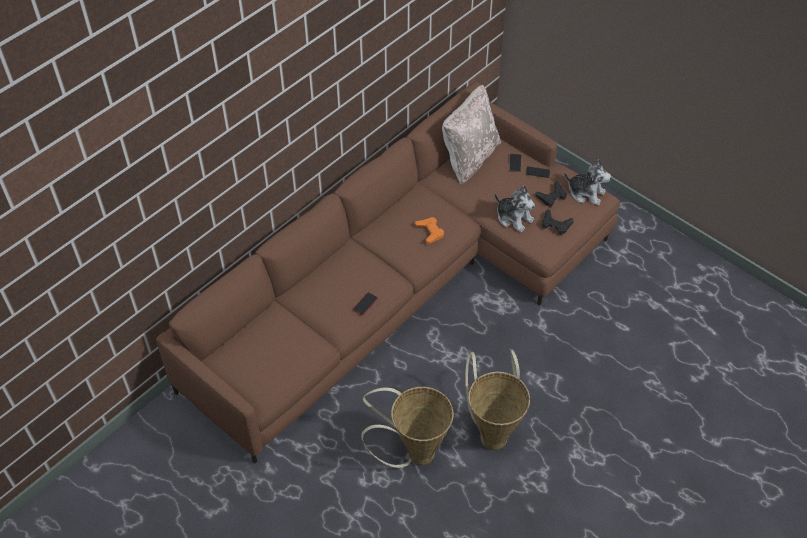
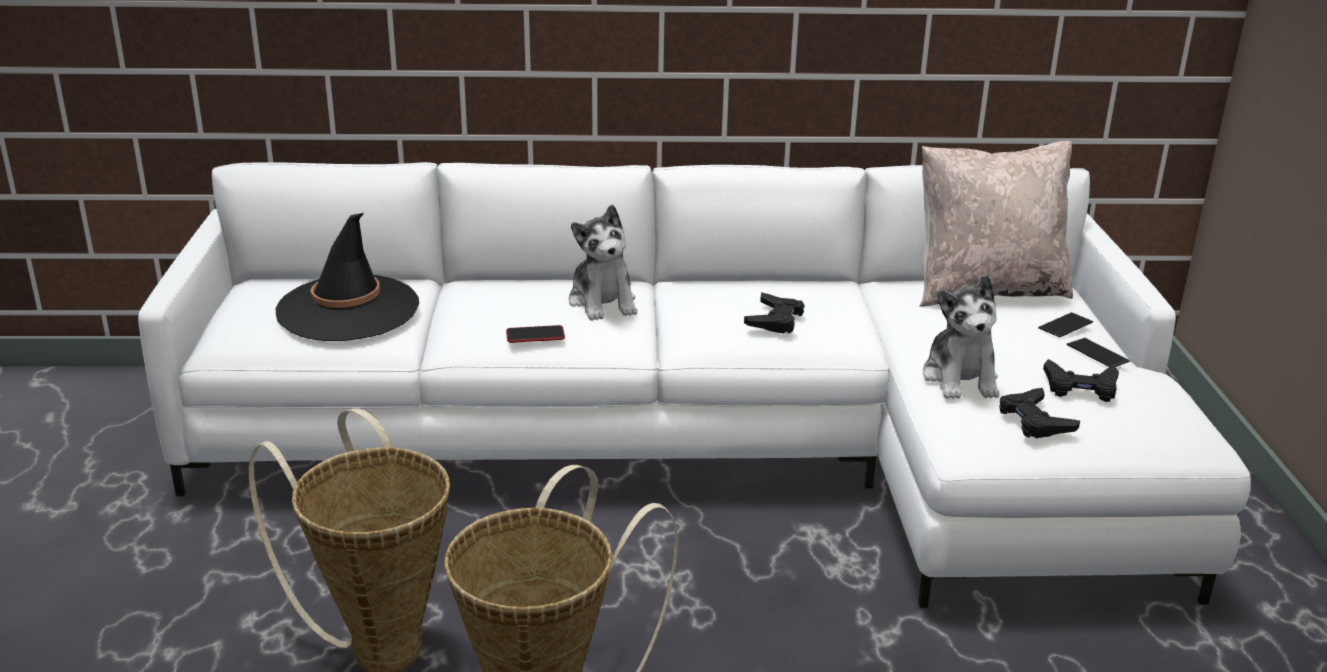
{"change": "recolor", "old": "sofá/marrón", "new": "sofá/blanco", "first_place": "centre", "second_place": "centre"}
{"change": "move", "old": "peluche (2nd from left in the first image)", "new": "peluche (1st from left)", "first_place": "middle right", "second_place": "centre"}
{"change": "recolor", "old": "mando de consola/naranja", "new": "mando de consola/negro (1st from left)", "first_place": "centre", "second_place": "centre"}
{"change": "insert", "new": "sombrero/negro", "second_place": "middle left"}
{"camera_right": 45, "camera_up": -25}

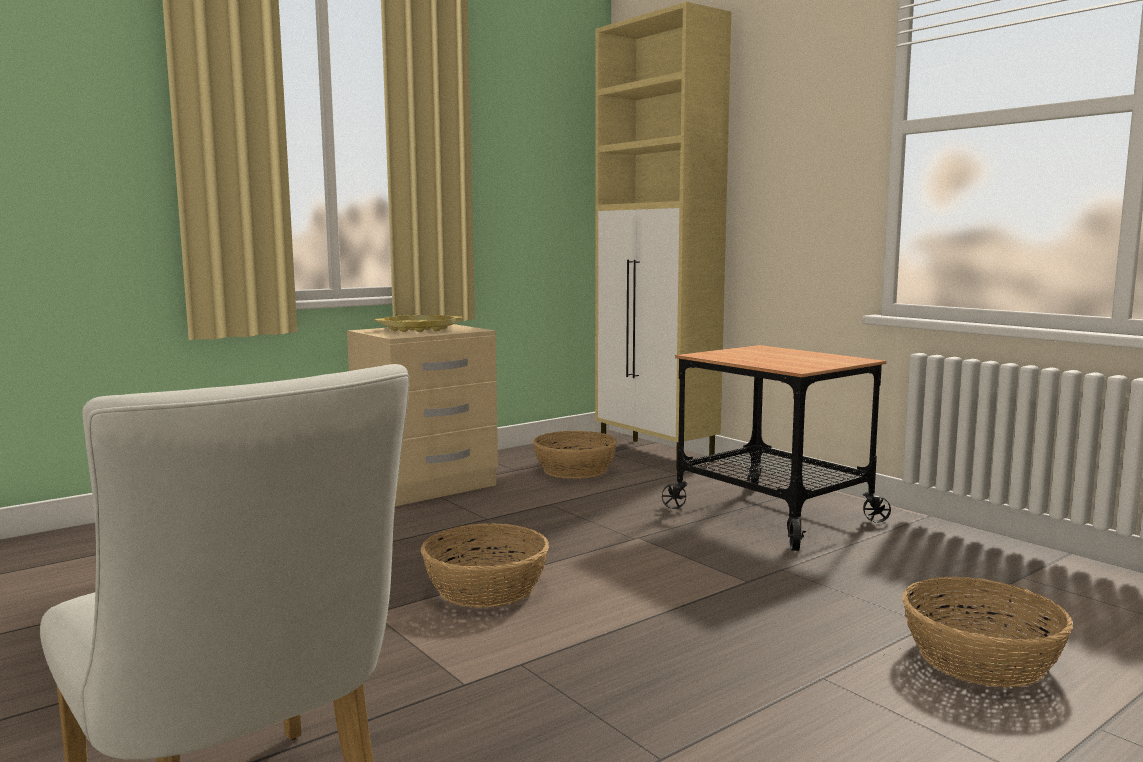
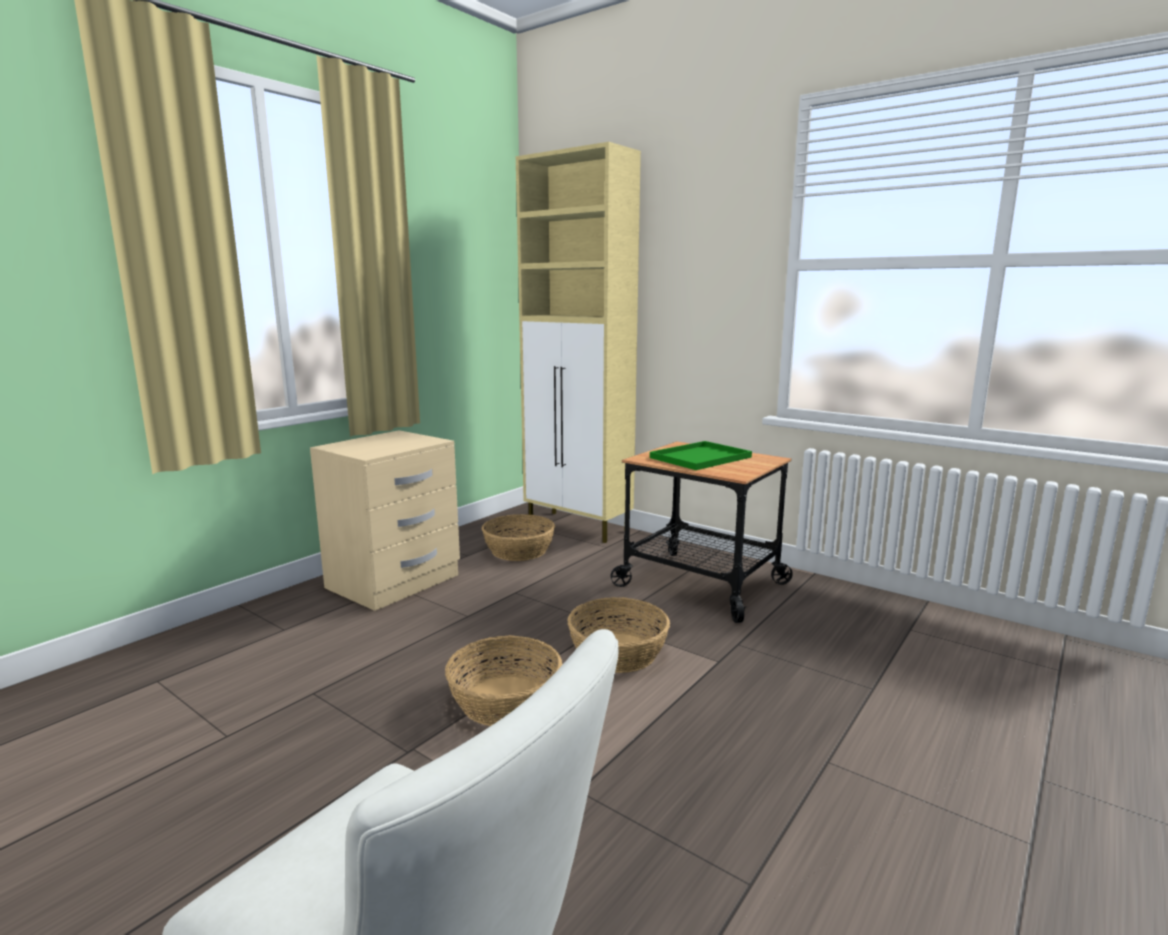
{"change": "delete", "old": "bandeja/amarillo", "first_place": "centre"}
{"change": "move", "old": "cesta (3rd from left)", "first_place": "bottom right", "second_place": "bottom centre"}
{"change": "insert", "new": "bandeja/verde", "second_place": "centre"}
{"camera_right": -15, "camera_up": 5}

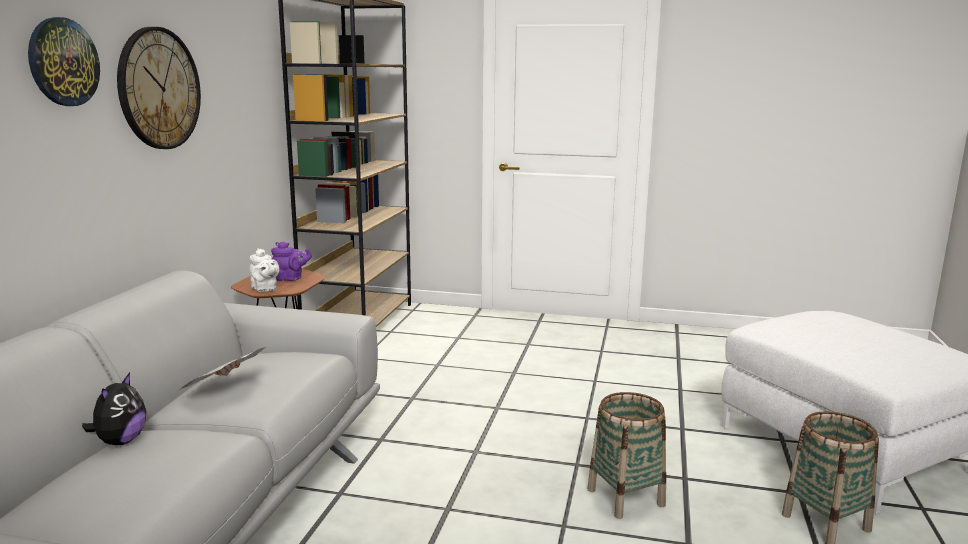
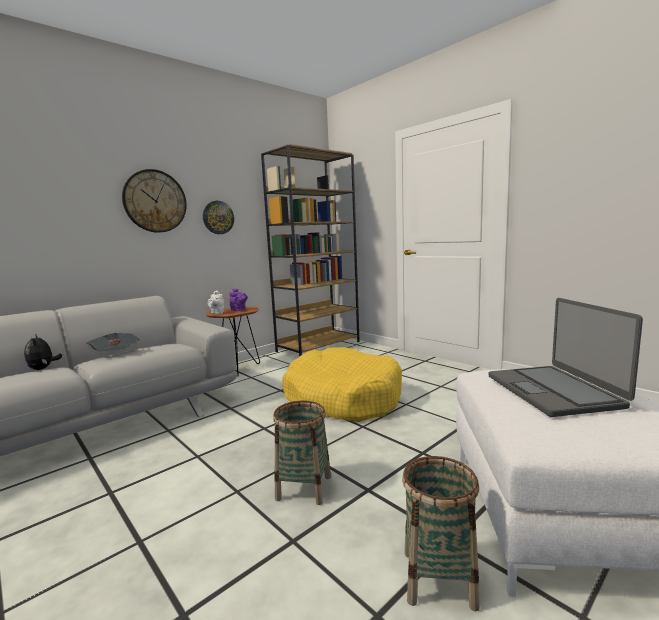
{"change": "move", "old": "reloj de pared (1st from left in the first image)", "new": "reloj de pared (2nd from left)", "first_place": "top left", "second_place": "middle left"}
{"change": "rotate", "old": "peluche", "first_place": "bottom left", "second_place": "middle left", "degrees": 105}
{"change": "insert", "new": "portátil", "second_place": "middle right"}
{"change": "insert", "new": "cama para perro/amarillo", "second_place": "centre"}
{"camera_right": 35, "camera_up": -5}

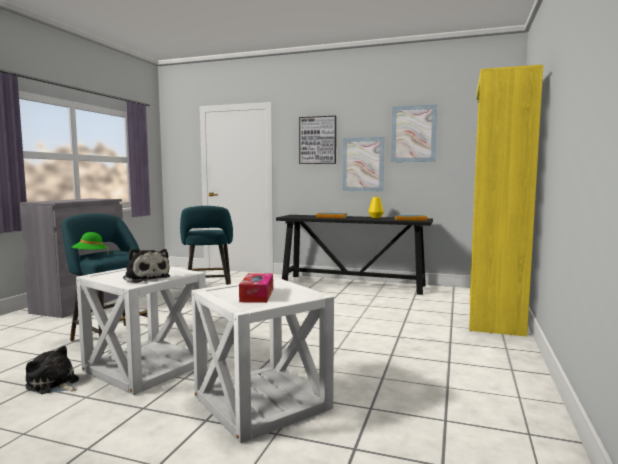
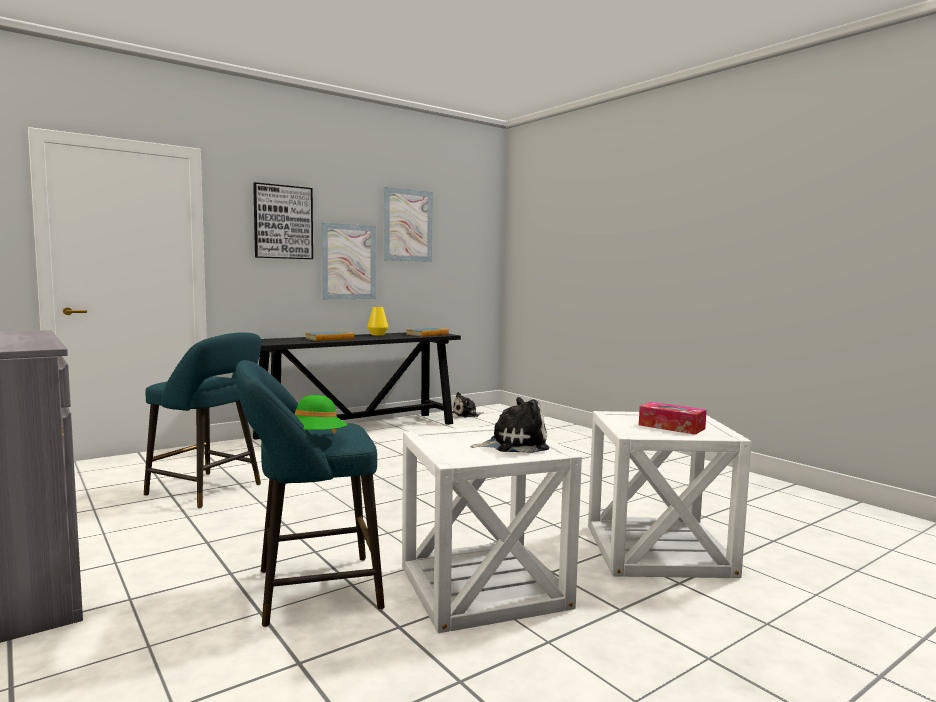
{"change": "delete", "old": "estantería/amarillo", "first_place": "middle right"}
{"change": "move", "old": "peluche (1st from left)", "first_place": "bottom left", "second_place": "centre"}
{"camera_right": -55, "camera_up": 0}

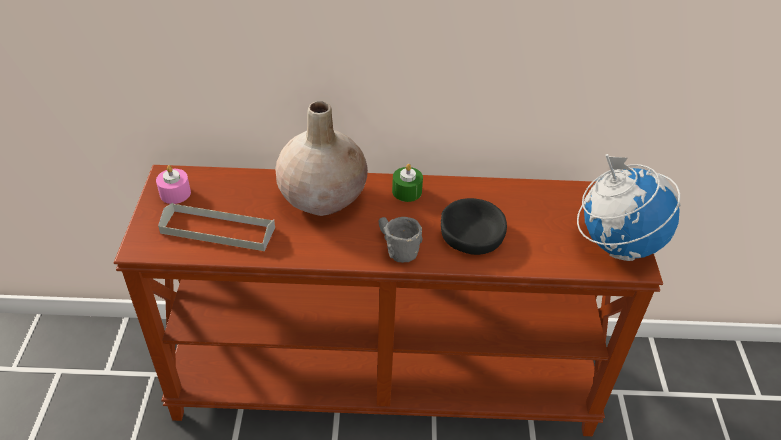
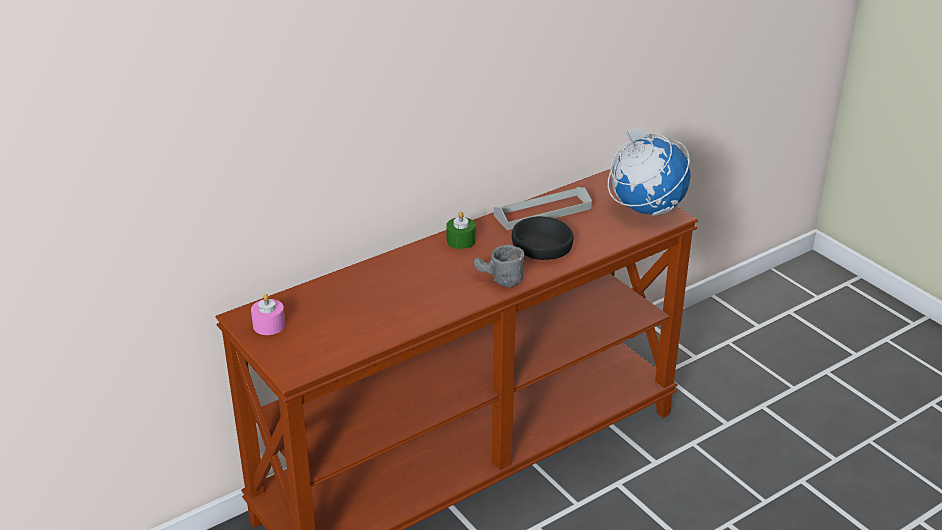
{"change": "delete", "old": "florero/beis", "first_place": "centre"}
{"change": "move", "old": "bandeja/gris", "first_place": "middle left", "second_place": "centre"}
{"camera_right": -35, "camera_up": -10}

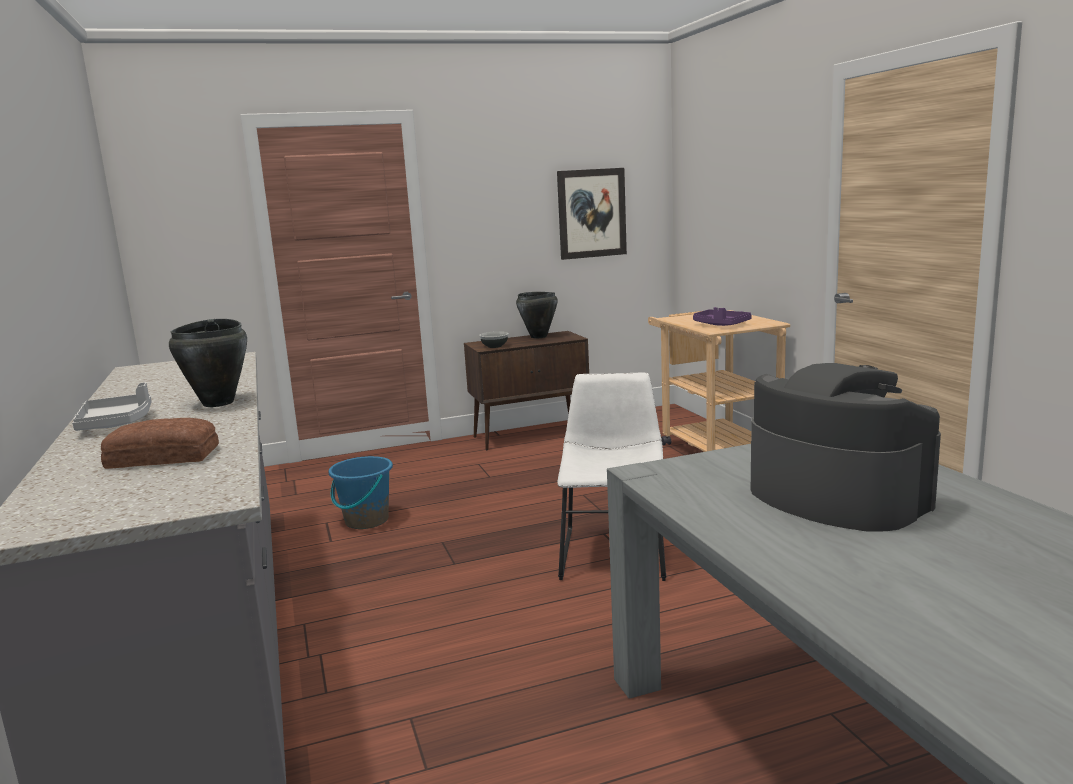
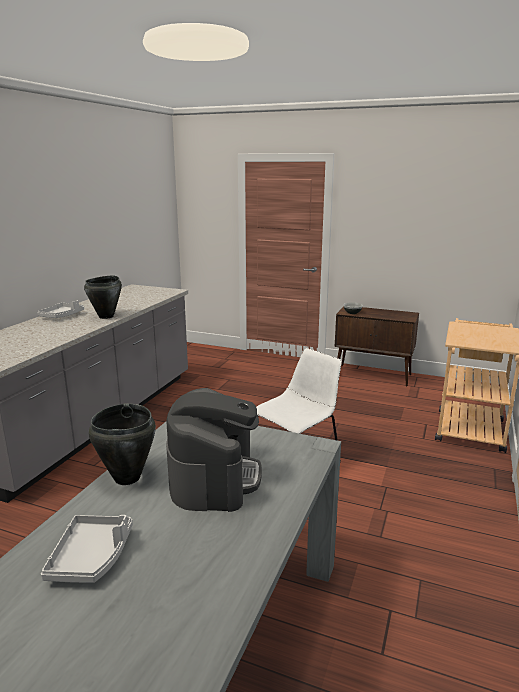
{"change": "delete", "old": "cuadro", "first_place": "top centre"}
{"change": "move", "old": "olla/negro (2nd from left)", "first_place": "centre", "second_place": "middle left"}
{"change": "delete", "old": "bandeja/morado", "first_place": "middle right"}
{"change": "delete", "old": "pan", "first_place": "middle left"}
{"change": "delete", "old": "cubo/azul", "first_place": "centre"}
{"change": "insert", "new": "bandeja/gris (2nd from left)", "second_place": "bottom left"}
{"camera_right": 40, "camera_up": 5}

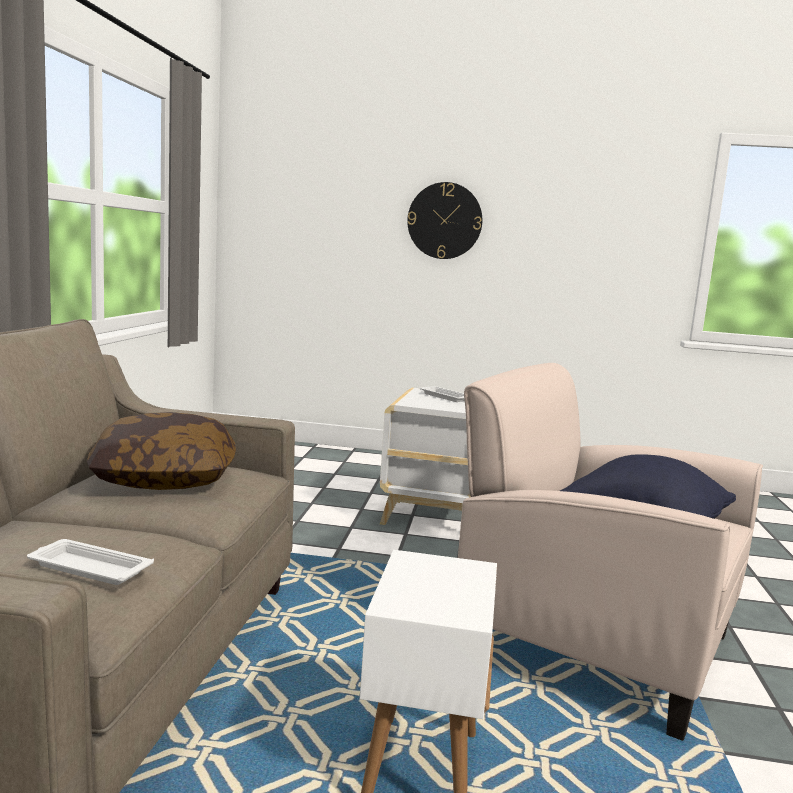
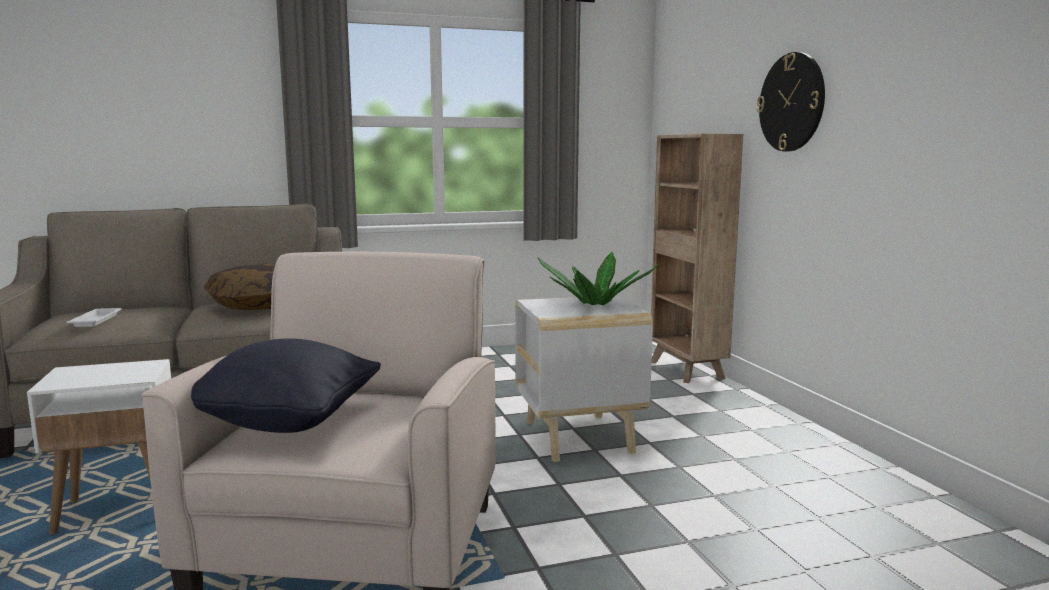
{"change": "replace", "old": "bandeja/blanco (2nd from left)", "new": "planta en maceta", "first_place": "centre", "second_place": "centre"}
{"change": "insert", "new": "estantería/marrón", "second_place": "centre"}
{"camera_right": 65, "camera_up": 0}

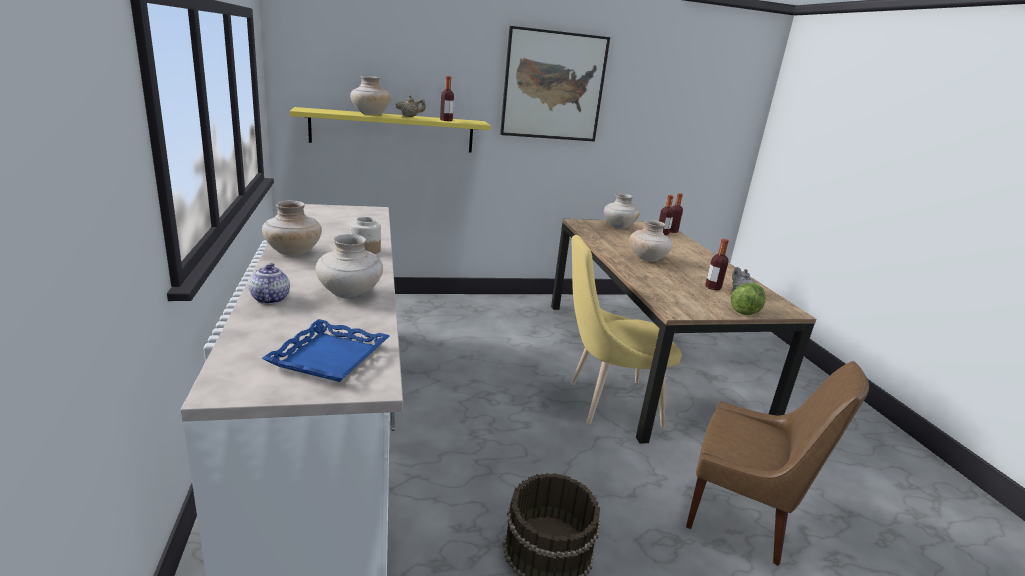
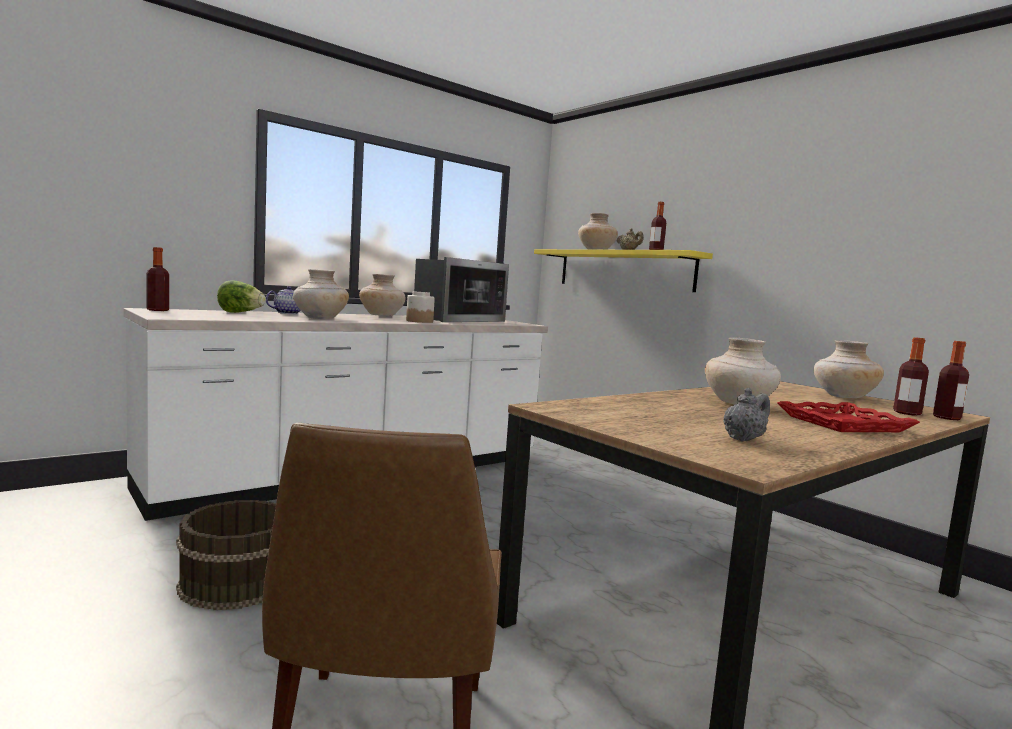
{"change": "delete", "old": "cuadro", "first_place": "top centre"}
{"change": "delete", "old": "silla/amarillo", "first_place": "centre"}
{"change": "move", "old": "botella (4th from left in the first image)", "new": "botella (1st from left)", "first_place": "middle right", "second_place": "middle left"}
{"change": "move", "old": "lechuga", "first_place": "middle right", "second_place": "middle left"}
{"change": "delete", "old": "bandeja/azul", "first_place": "middle left"}
{"change": "insert", "new": "microondas", "second_place": "centre"}
{"change": "insert", "new": "bandeja/rojo", "second_place": "middle right"}
{"camera_right": 65, "camera_up": -15}

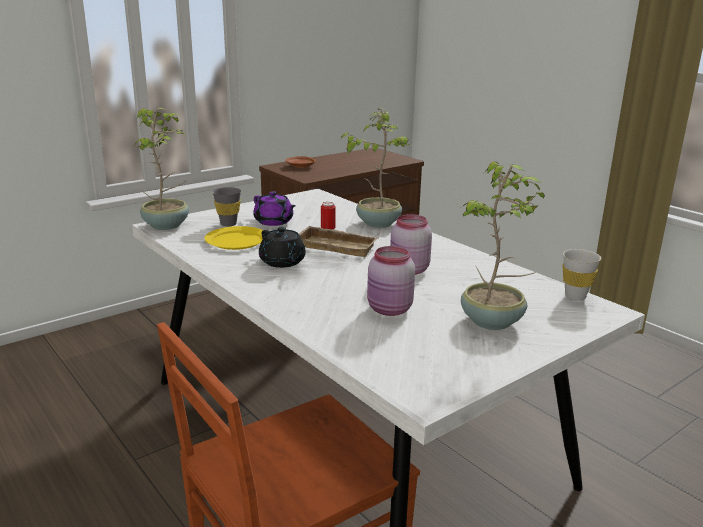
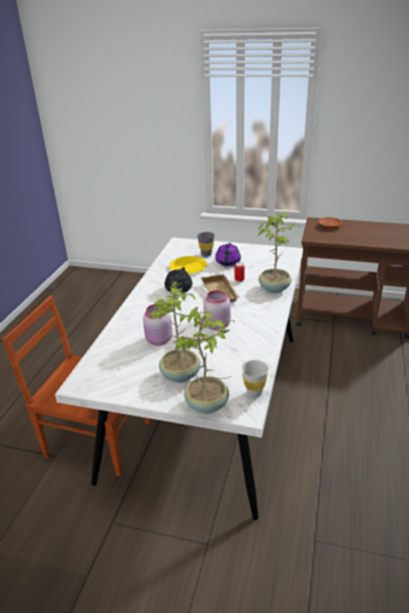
{"change": "move", "old": "planta en maceta (1st from left in the first image)", "new": "planta en maceta (2nd from left)", "first_place": "top left", "second_place": "centre"}
{"camera_right": 55, "camera_up": 10}

